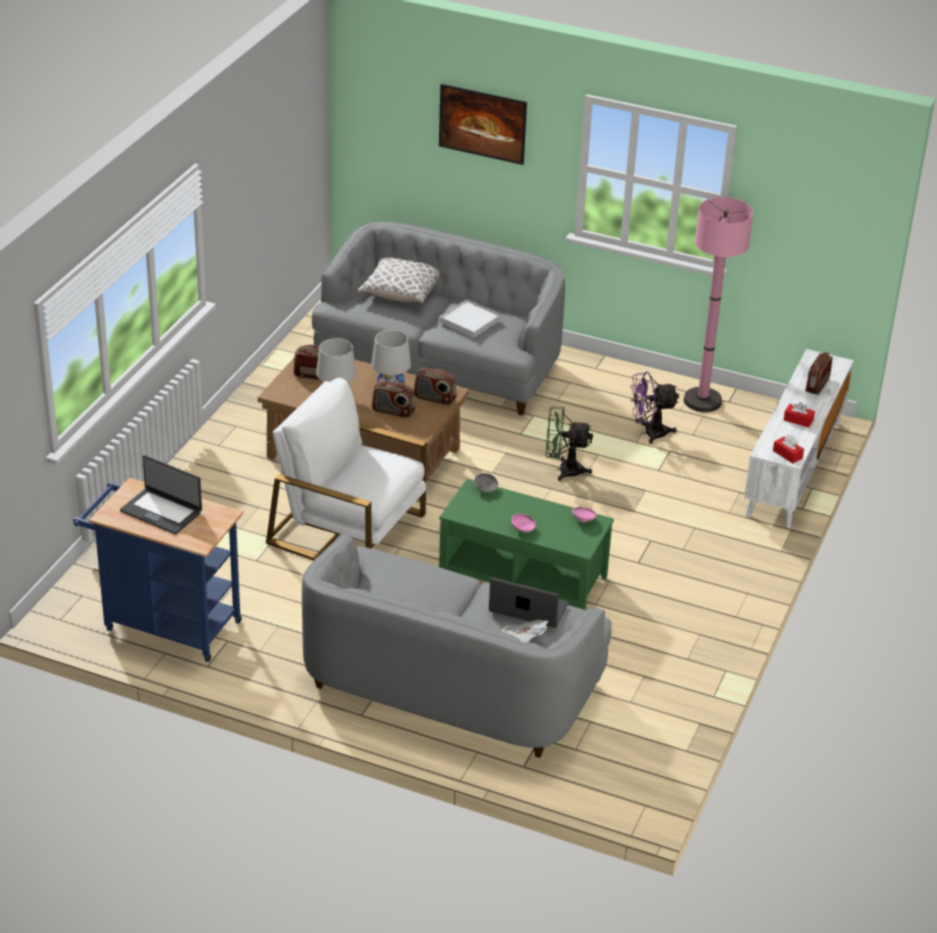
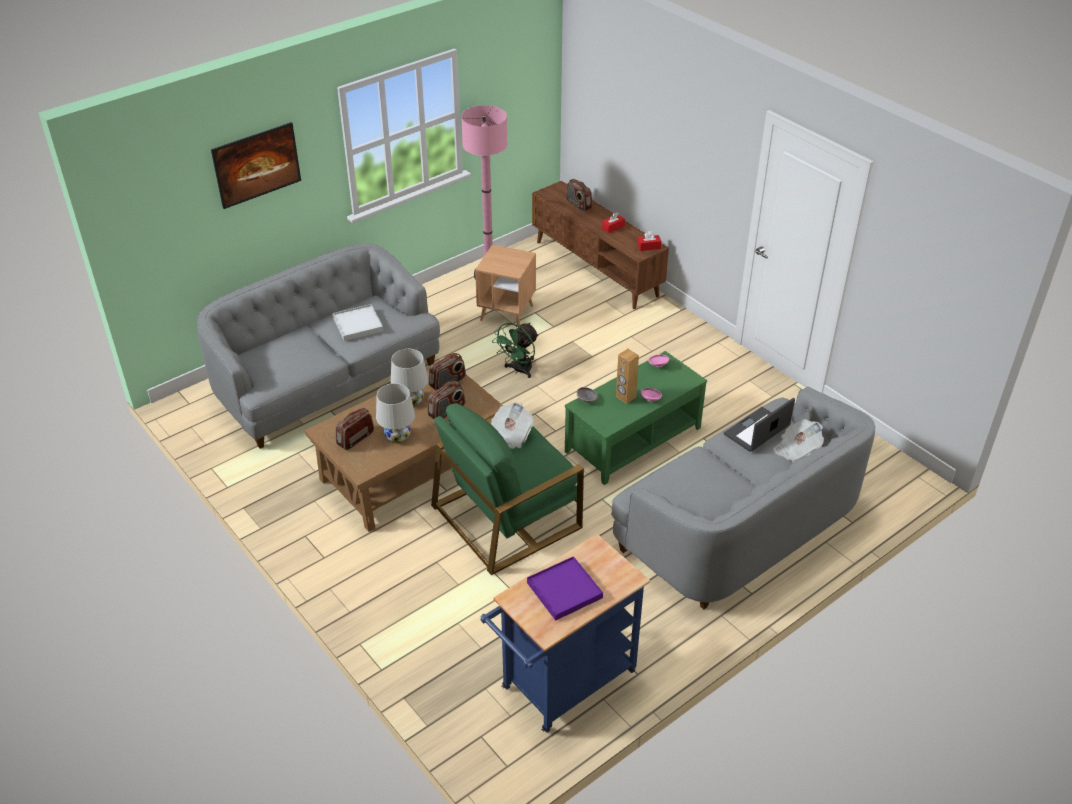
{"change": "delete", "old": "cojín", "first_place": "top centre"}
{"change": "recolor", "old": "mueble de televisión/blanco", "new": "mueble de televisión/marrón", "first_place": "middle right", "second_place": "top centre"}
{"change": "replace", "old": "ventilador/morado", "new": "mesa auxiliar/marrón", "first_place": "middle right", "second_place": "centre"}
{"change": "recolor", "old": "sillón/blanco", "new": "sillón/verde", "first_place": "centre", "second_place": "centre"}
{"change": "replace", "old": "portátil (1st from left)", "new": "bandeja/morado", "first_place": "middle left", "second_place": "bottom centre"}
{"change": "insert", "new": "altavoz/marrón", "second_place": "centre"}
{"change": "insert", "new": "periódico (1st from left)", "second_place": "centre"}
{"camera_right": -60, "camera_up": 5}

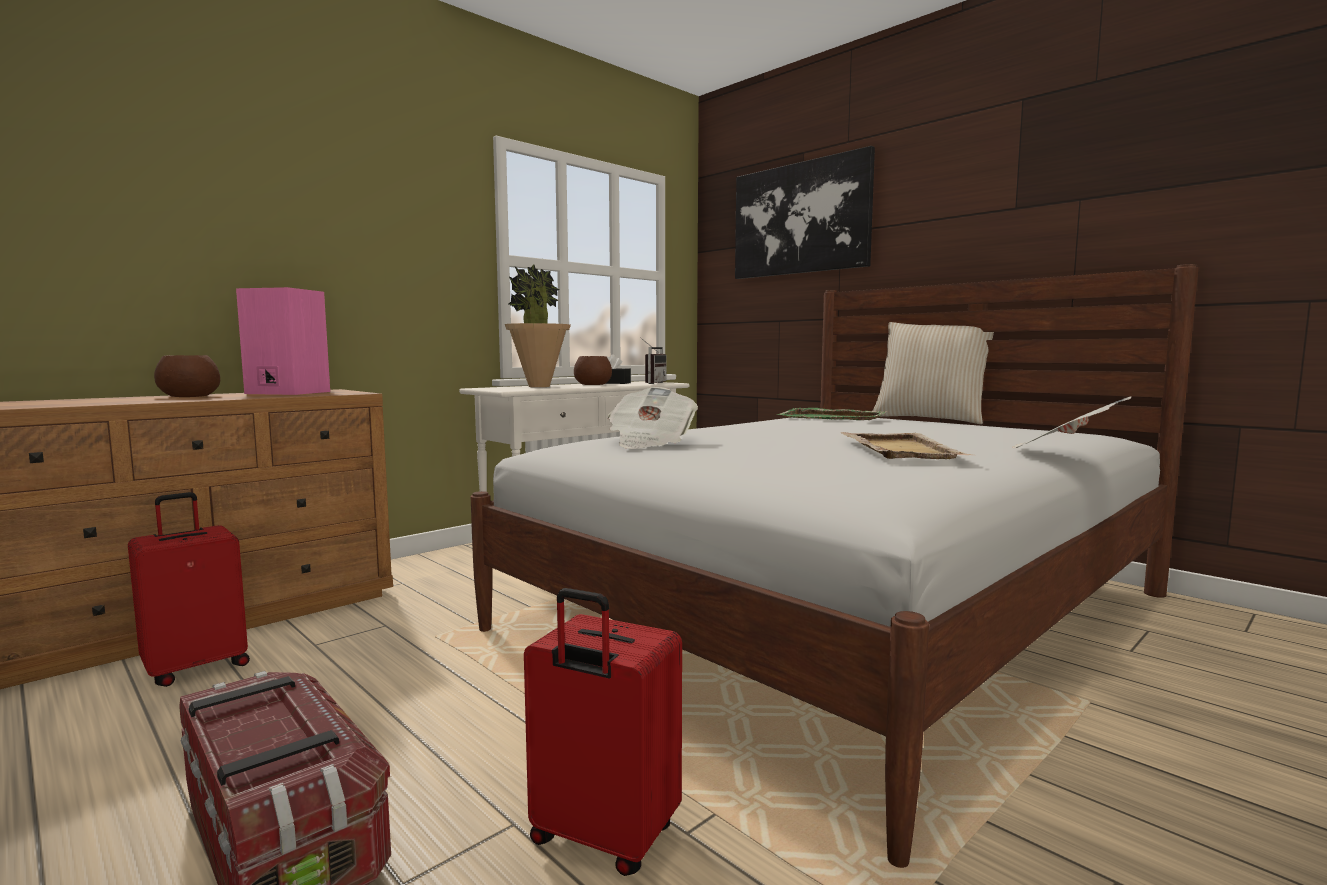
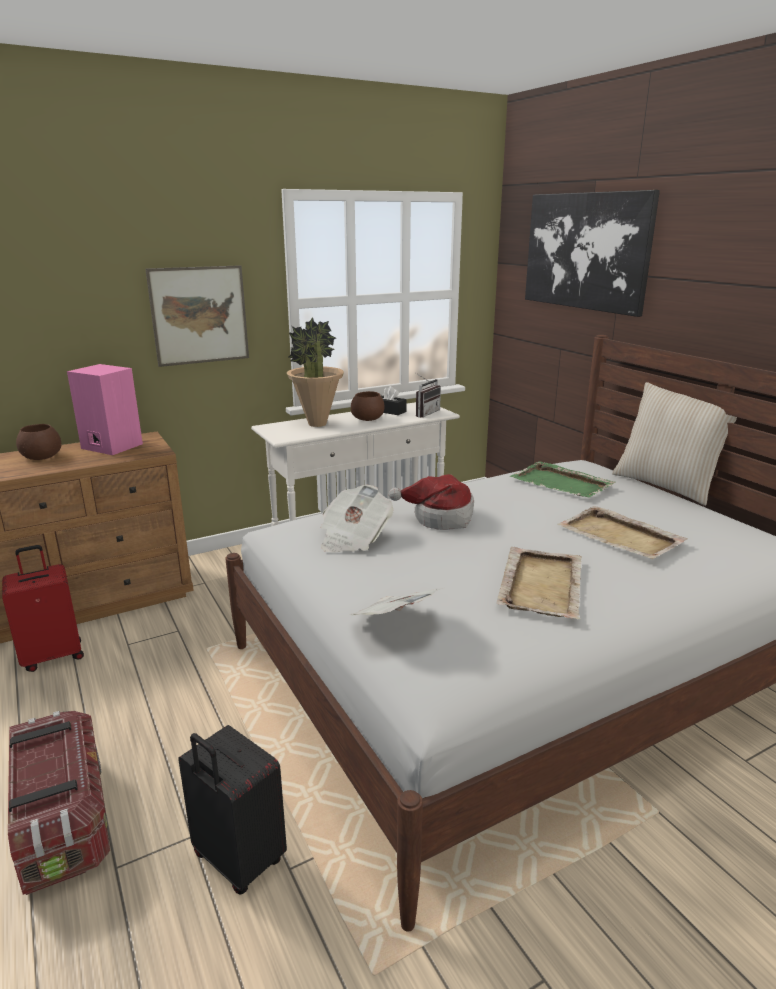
{"change": "move", "old": "periódico (2nd from left)", "first_place": "middle right", "second_place": "centre"}
{"change": "recolor", "old": "maleta/rojo (2nd from left)", "new": "maleta/negro", "first_place": "bottom centre", "second_place": "bottom left"}
{"change": "insert", "new": "cuadro (1st from left)", "second_place": "top left"}
{"change": "insert", "new": "sombrero", "second_place": "centre"}
{"change": "insert", "new": "bandeja/beis (2nd from left)", "second_place": "middle right"}
{"camera_right": 15, "camera_up": 15}

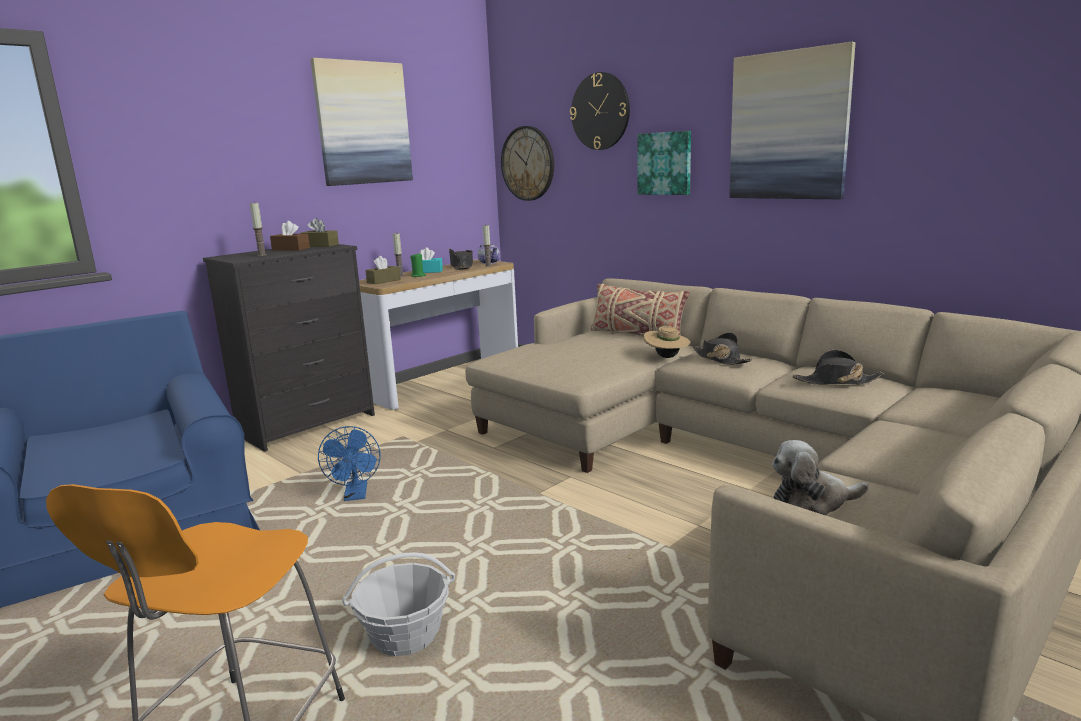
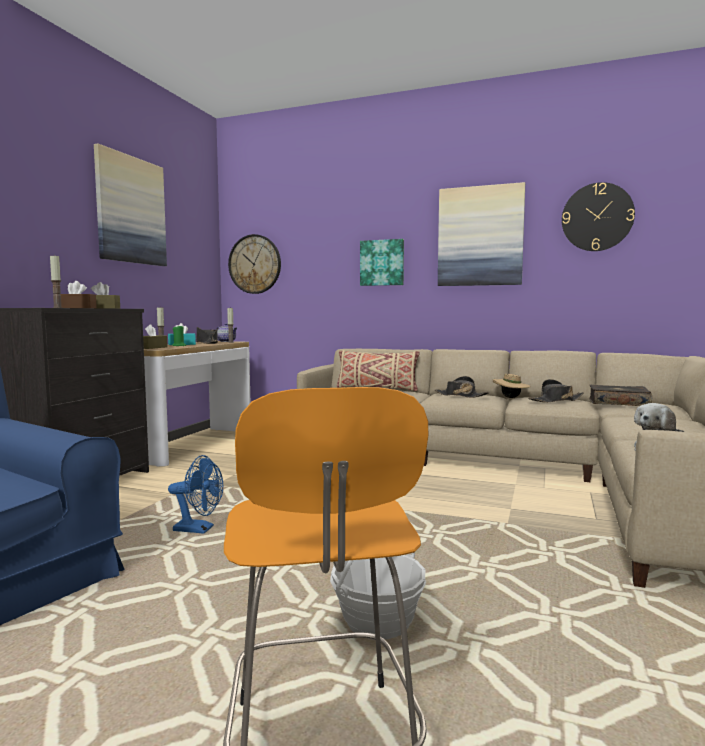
{"change": "move", "old": "reloj de pared (2nd from left)", "first_place": "top centre", "second_place": "top right"}
{"change": "move", "old": "sombrero/beis", "first_place": "centre", "second_place": "middle right"}
{"change": "rotate", "old": "ventilador/azul", "first_place": "middle left", "second_place": "middle left", "degrees": -45}
{"change": "insert", "new": "libro", "second_place": "middle right"}
{"camera_right": -25, "camera_up": -10}

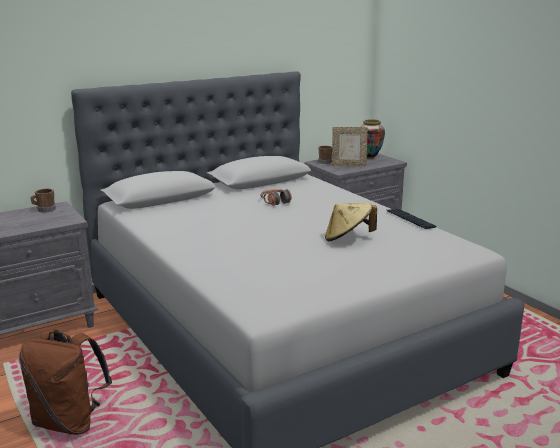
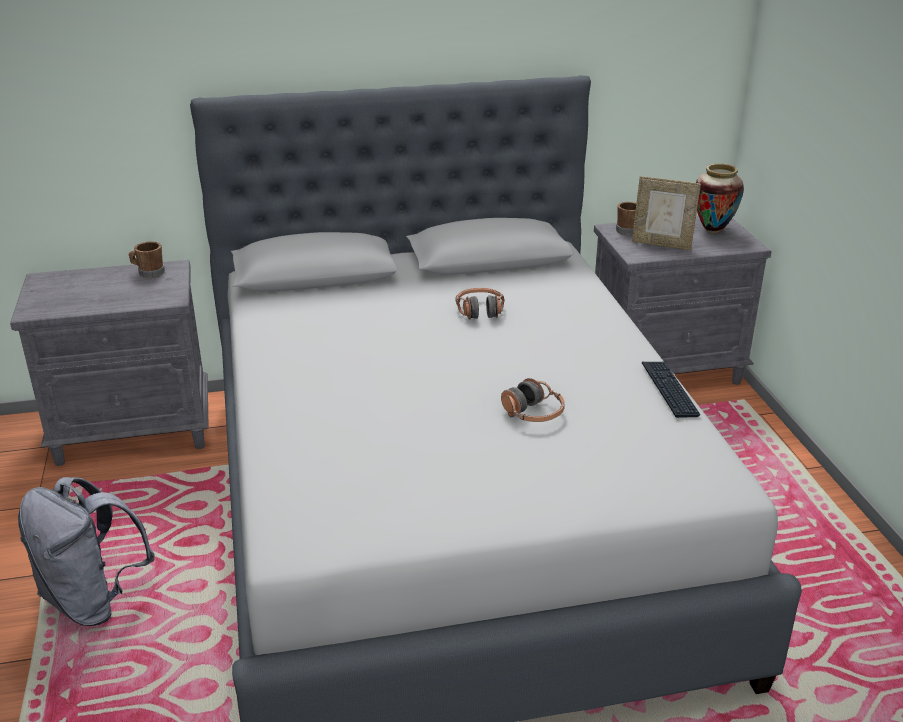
{"change": "replace", "old": "sombrero/beis", "new": "auriculares (2nd from left)", "first_place": "centre", "second_place": "centre"}
{"change": "recolor", "old": "mochila/marrón", "new": "mochila/gris", "first_place": "bottom left", "second_place": "bottom left"}
{"camera_right": 20, "camera_up": 10}

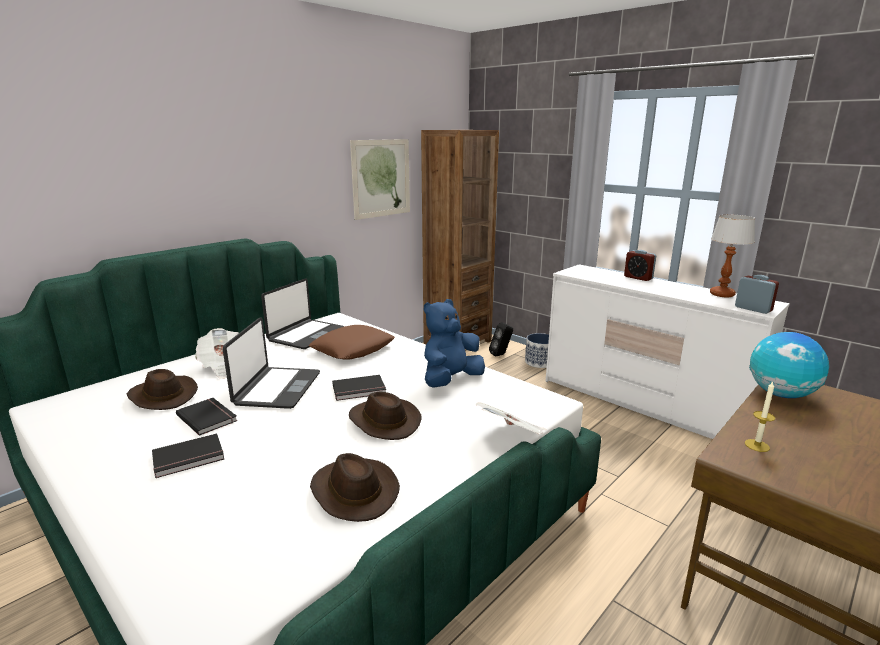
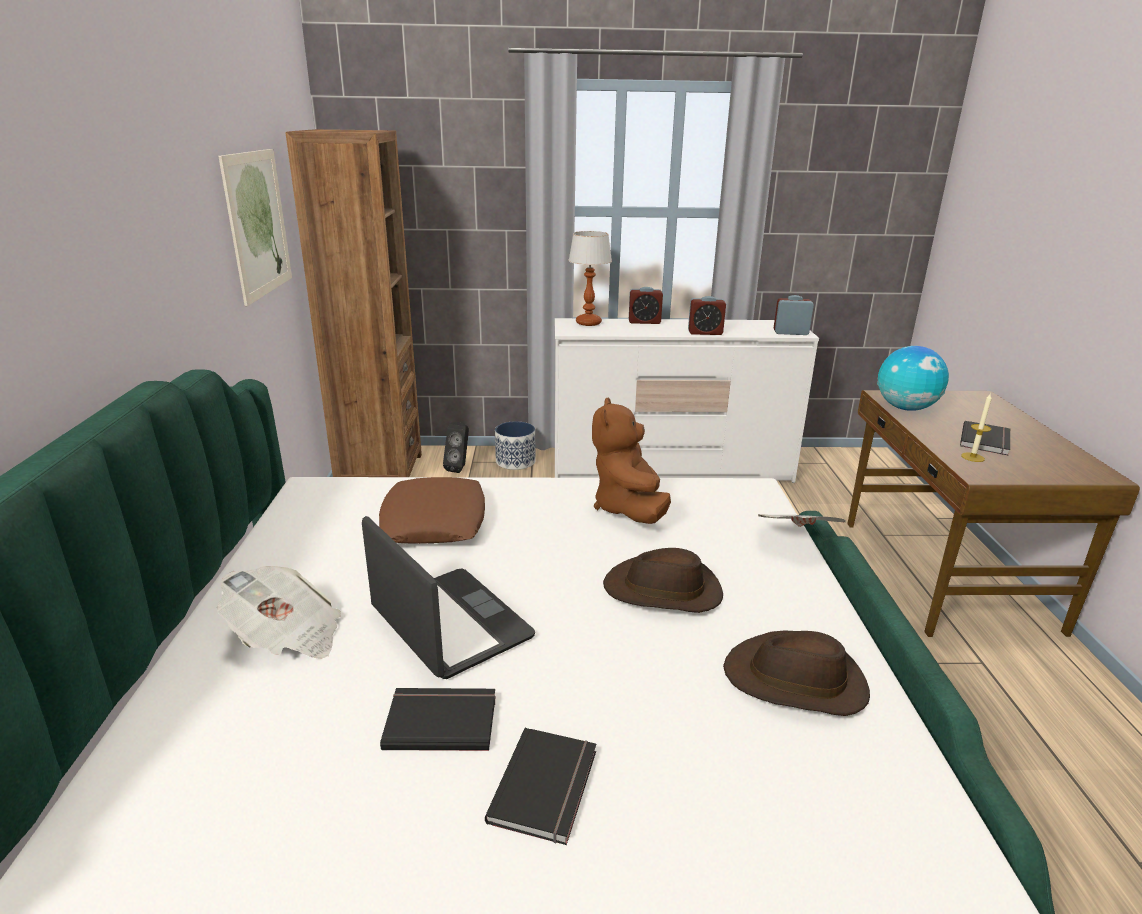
{"change": "move", "old": "lámpara de mesa", "first_place": "middle right", "second_place": "top centre"}
{"change": "delete", "old": "portátil (2nd from left)", "first_place": "centre"}
{"change": "recolor", "old": "peluche/azul", "new": "peluche/marrón", "first_place": "centre", "second_place": "centre"}
{"change": "delete", "old": "sombrero/marrón (1st from left)", "first_place": "middle left"}
{"change": "move", "old": "libro/negro (3rd from left)", "first_place": "centre", "second_place": "middle right"}
{"change": "insert", "new": "despertador (2nd from left)", "second_place": "centre"}
{"camera_right": -45, "camera_up": 5}

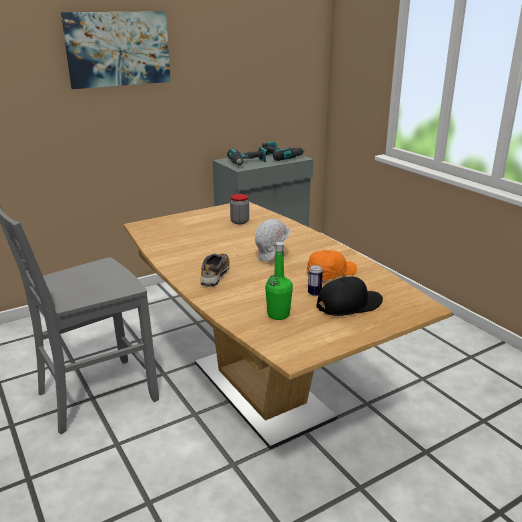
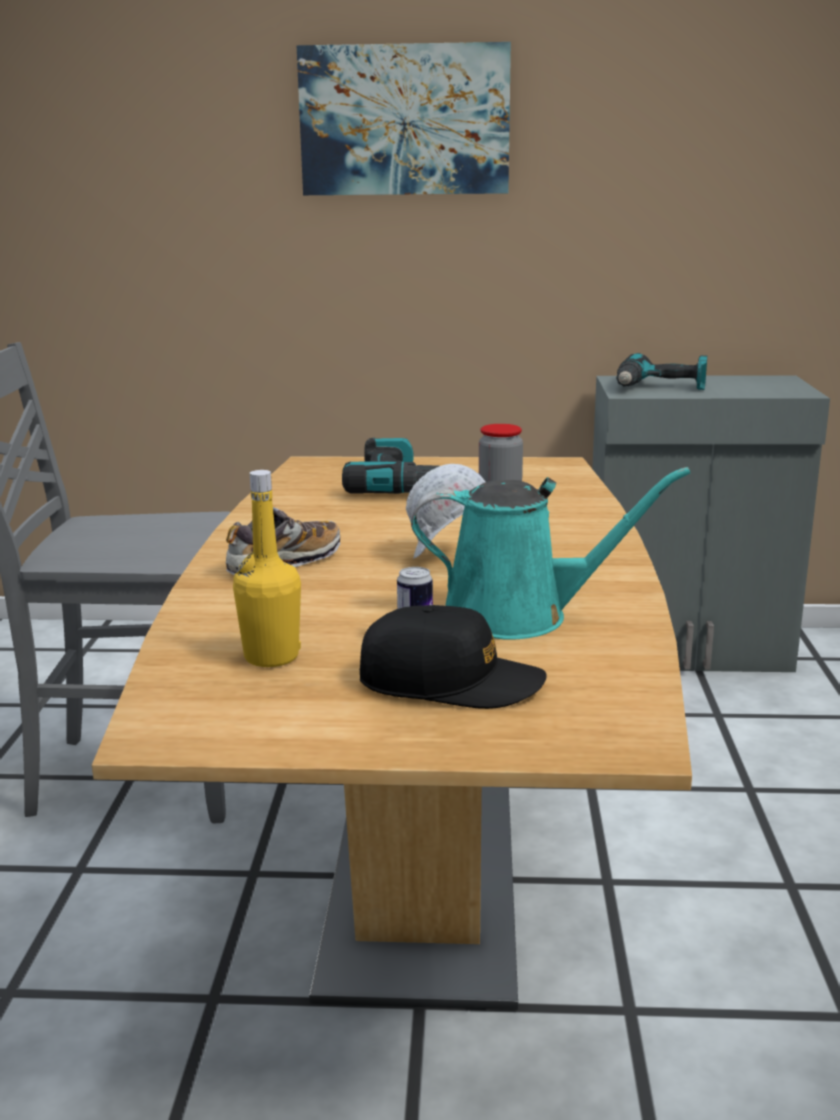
{"change": "move", "old": "taladro (2nd from left in the first image)", "new": "taladro (1st from left)", "first_place": "top centre", "second_place": "centre"}
{"change": "recolor", "old": "botella/verde", "new": "botella/amarillo", "first_place": "centre", "second_place": "middle left"}
{"change": "replace", "old": "gorra/naranja", "new": "regadera/turquesa", "first_place": "centre", "second_place": "centre"}
{"camera_right": 35, "camera_up": -5}

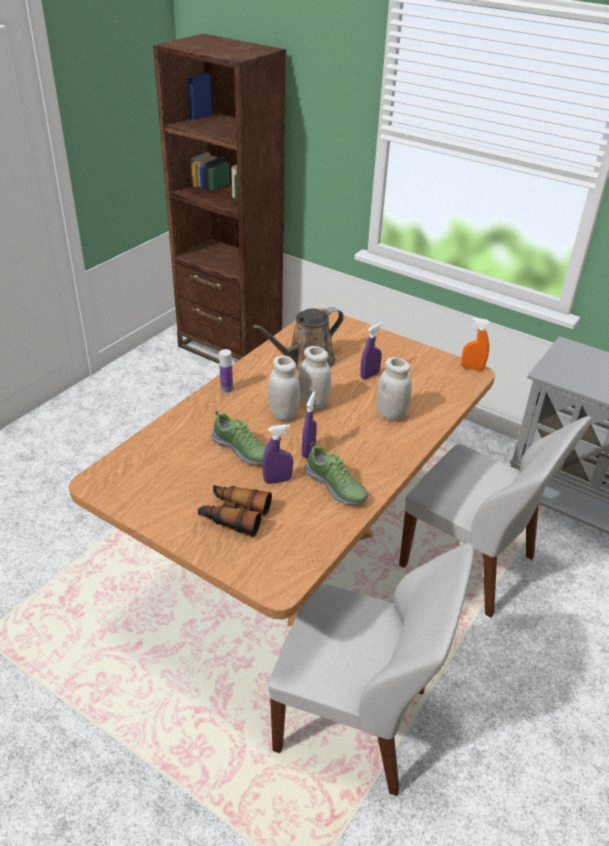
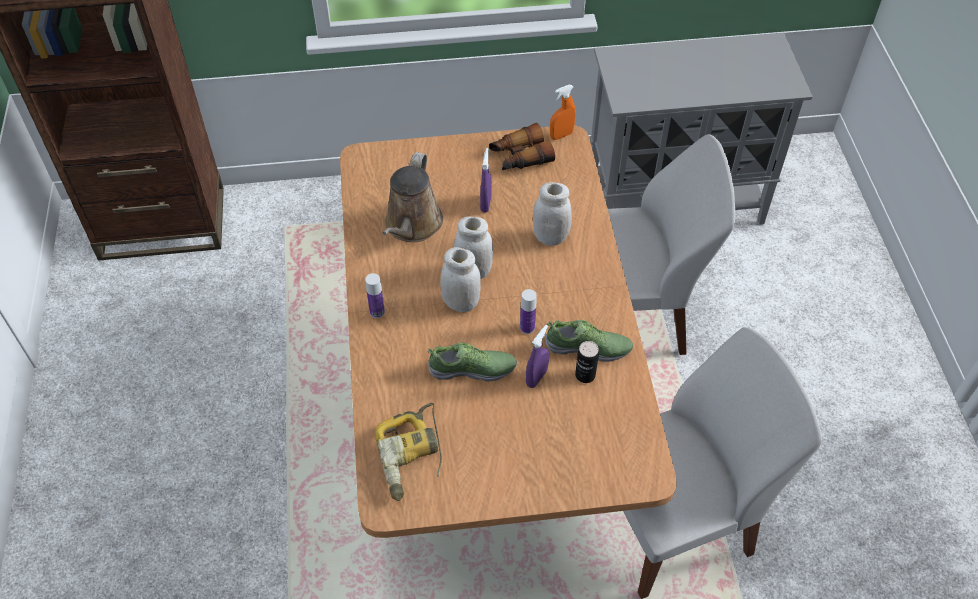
{"change": "replace", "old": "pulverizador/morado (2nd from left)", "new": "botella (2nd from left)", "first_place": "centre", "second_place": "centre"}
{"change": "move", "old": "prismáticos", "first_place": "centre", "second_place": "top centre"}
{"change": "insert", "new": "lata", "second_place": "centre"}
{"change": "insert", "new": "taladro", "second_place": "bottom centre"}
{"camera_right": -40, "camera_up": 15}

